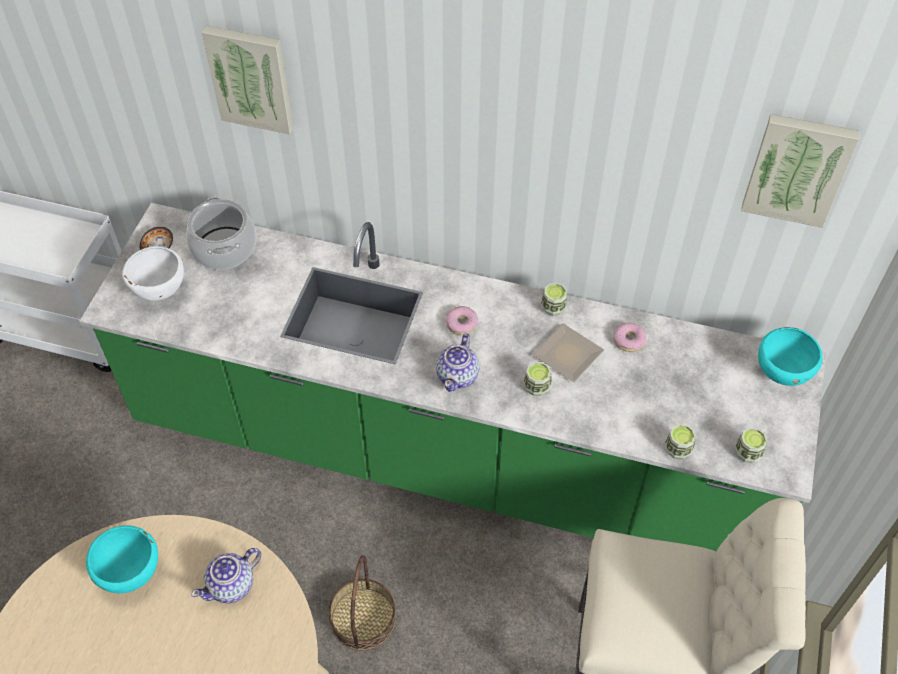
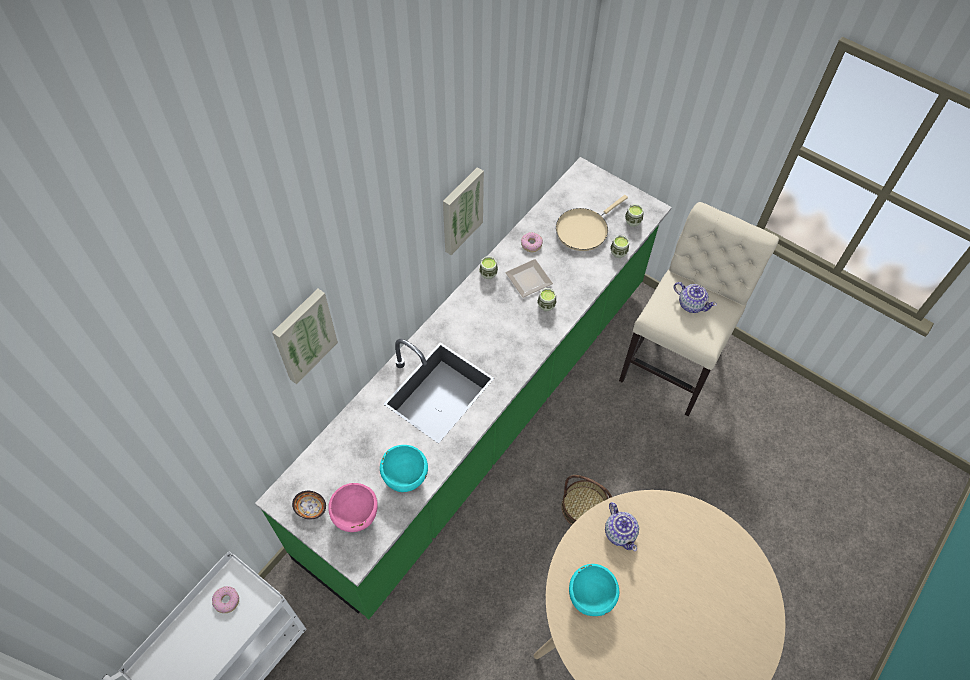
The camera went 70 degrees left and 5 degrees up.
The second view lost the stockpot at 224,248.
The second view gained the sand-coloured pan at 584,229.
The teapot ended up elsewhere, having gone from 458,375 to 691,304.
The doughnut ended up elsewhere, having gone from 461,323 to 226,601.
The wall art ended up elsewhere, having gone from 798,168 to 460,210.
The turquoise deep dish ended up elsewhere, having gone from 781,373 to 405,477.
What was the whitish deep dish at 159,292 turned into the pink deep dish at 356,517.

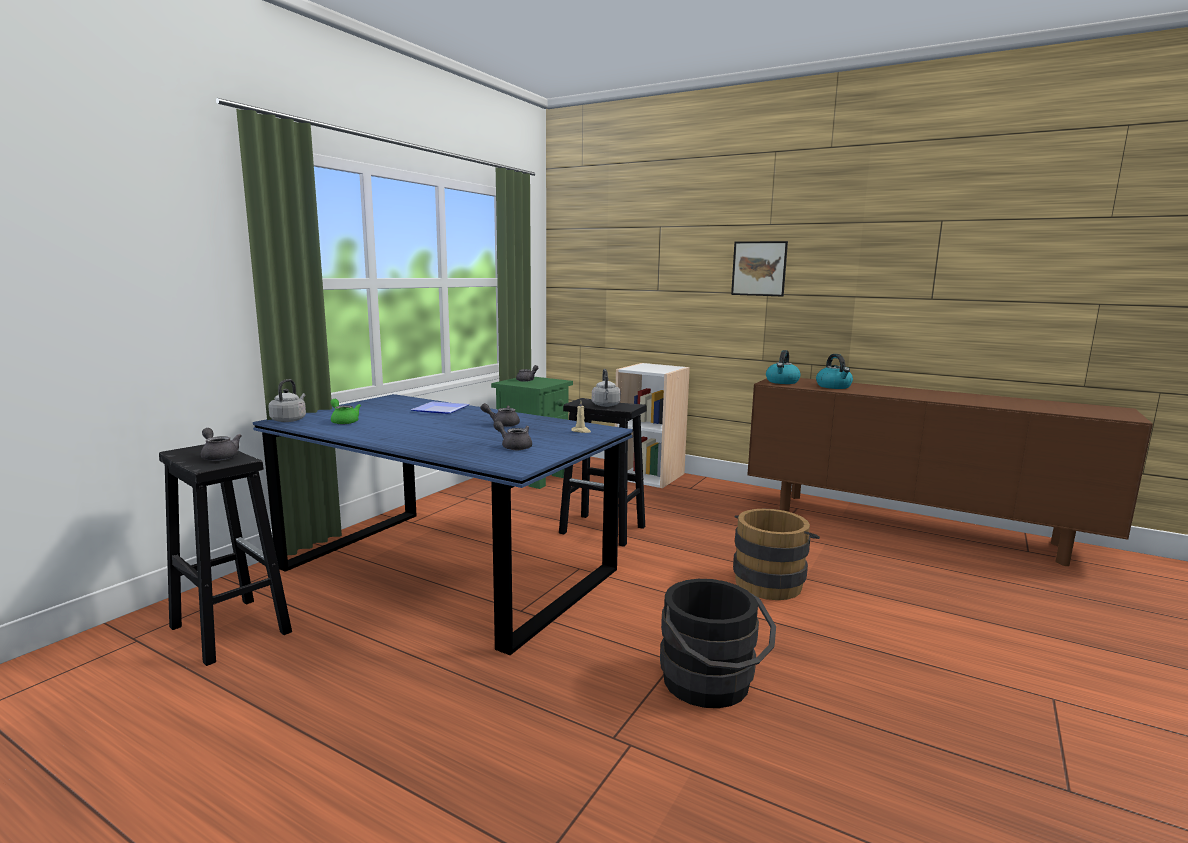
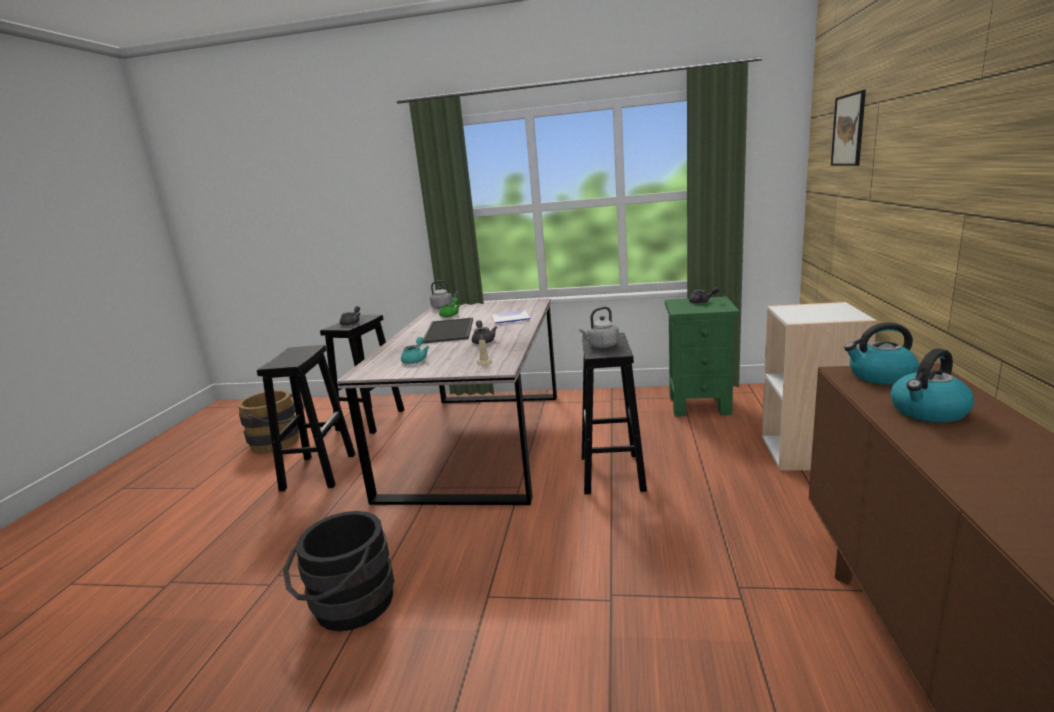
The camera went 70 degrees right and 5 degrees up.
The second view gained the black-coloured stool at 319,471.
The second view gained the tray at 448,330.
The wall art ended up elsewhere, having gone from 759,268 to 848,130.
The brown bucket ended up elsewhere, having gone from 770,581 to 279,442.
What was the blue dining table at 446,569 turned into the grey dining table at 477,441.
What was the grey teapot at 514,446 turned into the turquoise teapot at 416,360.

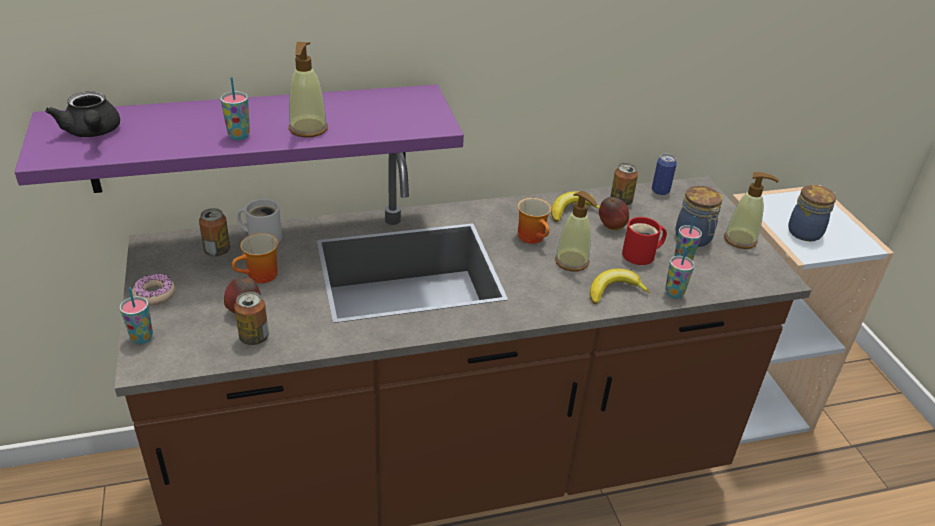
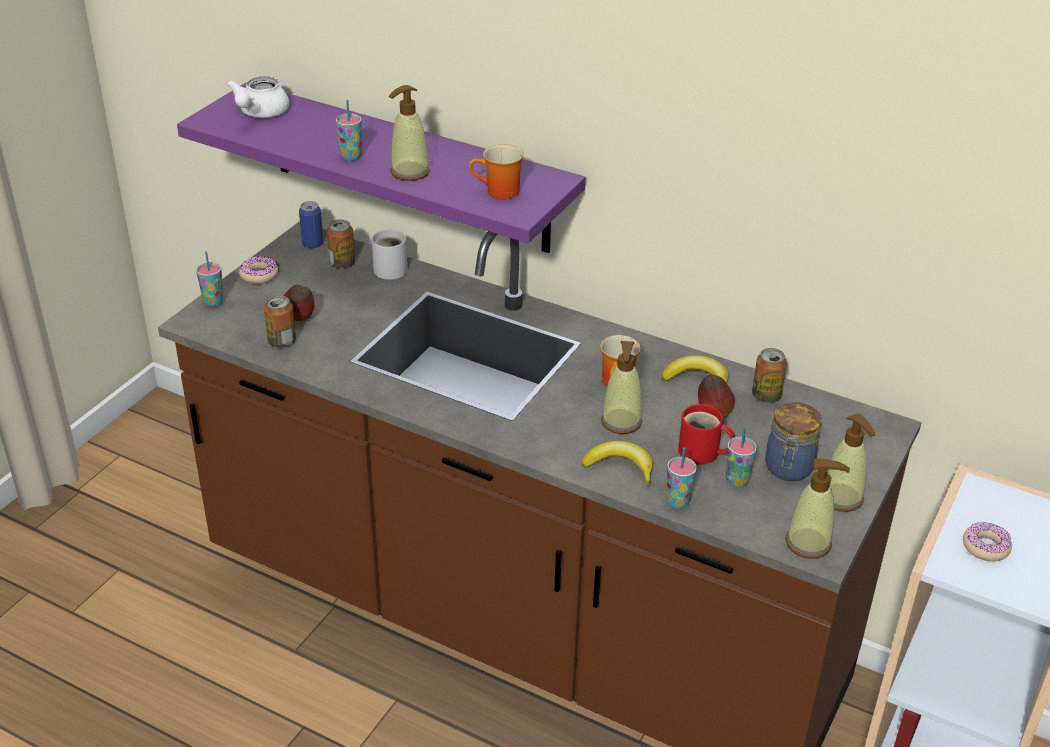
The camera went 45 degrees right and 0 degrees up.
The second view gained the liquid soap bottle at 808,543.
The tea mug ended up elsewhere, having gone from 261,277 to 499,193.
The sealed can ended up elsewhere, having gone from 660,191 to 312,244.
Where the jar stood at 806,232, the doughnut came to stand at 985,547.
What was the black-coloured teapot at 92,132 turned into the whitish teapot at 259,113.

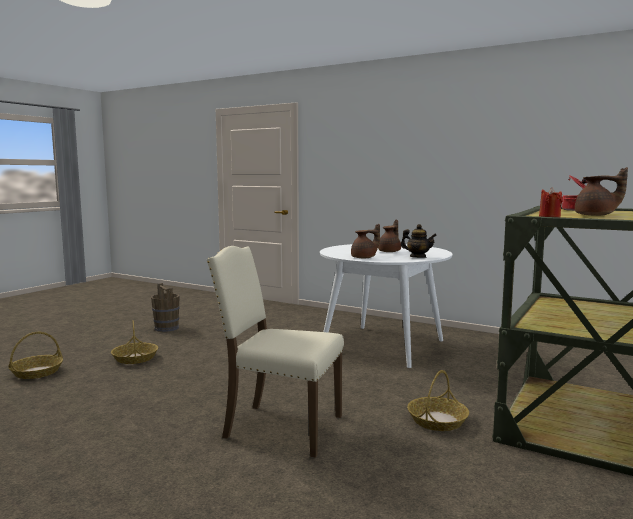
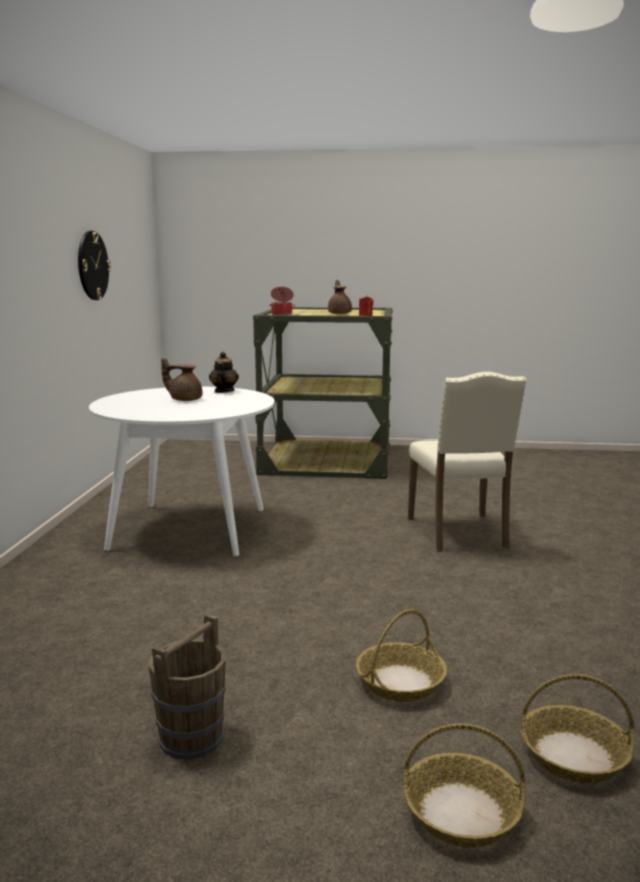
The camera went 115 degrees left and 5 degrees up.
The second view lost the brown teapot at 364,258.
The second view gained the clock on the wall at 92,265.
The household basket ended up elsewhere, having gone from 437,420 to 460,813.

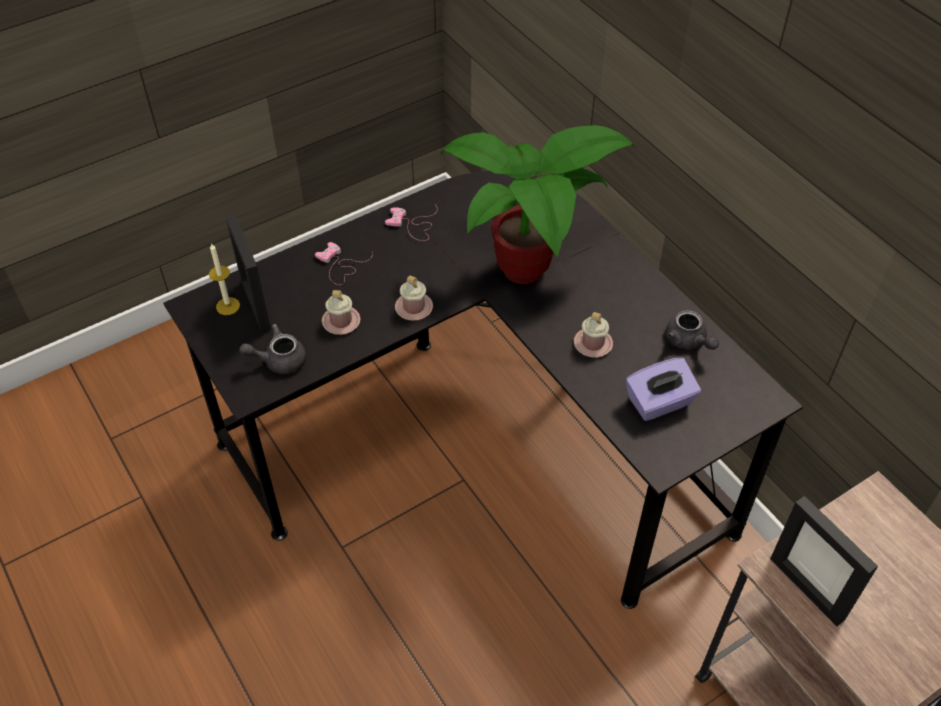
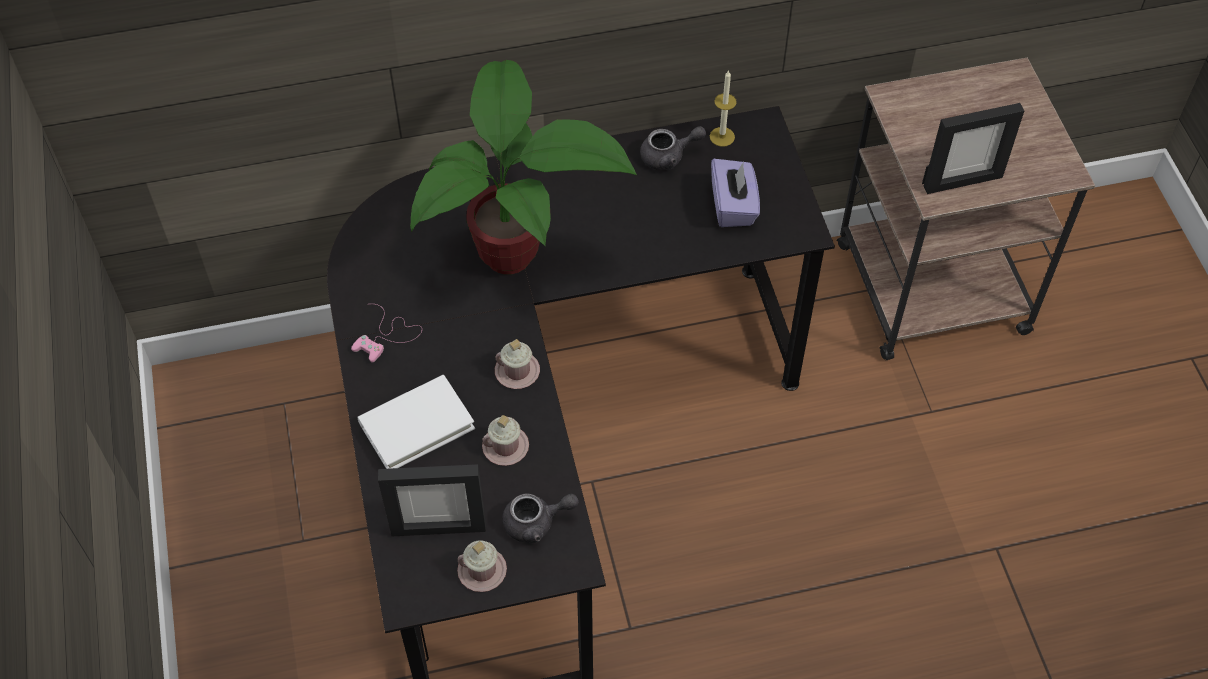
The camera went 70 degrees left and 5 degrees up.
The wax light ended up elsewhere, having gone from 228,306 to 722,137.
The pink tea mug ended up elsewhere, having gone from 593,344 to 482,570.
Where the pink game controller stood at 340,265, the whitish volume came to stand at 416,426.
The grey teapot at 279,360 ended up facing another way, 105 degrees counterclockwise from before.

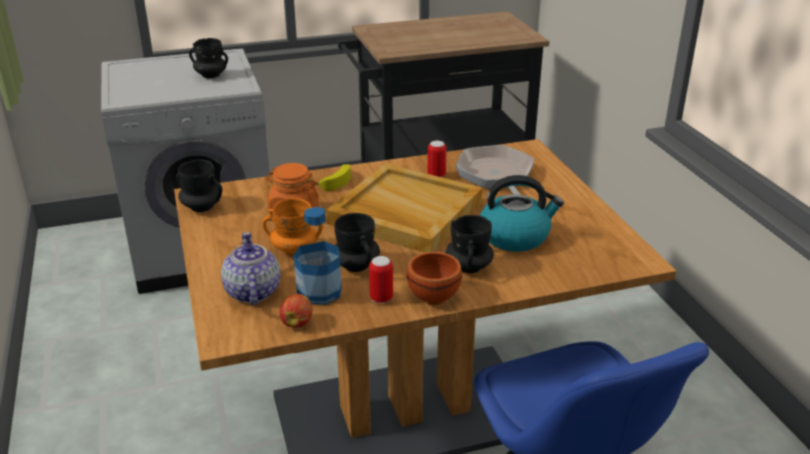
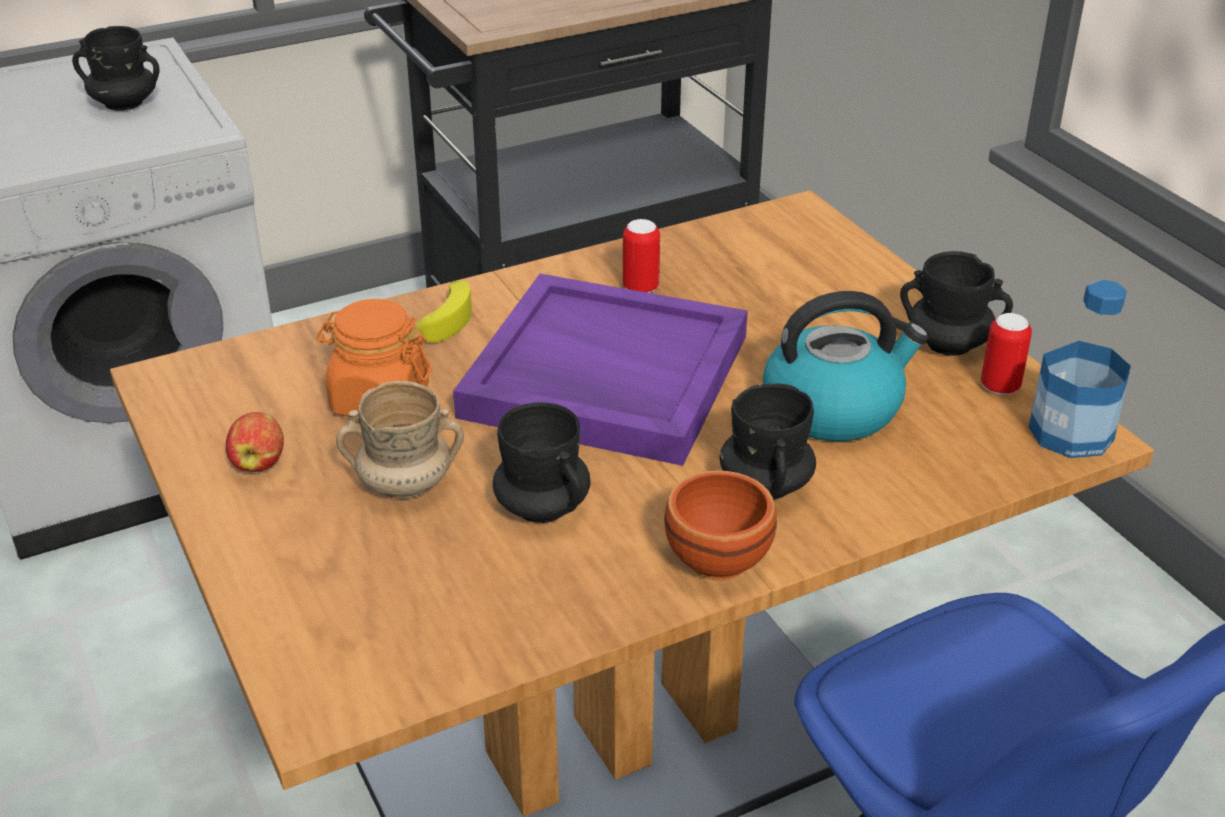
The camera went 10 degrees left and 5 degrees up.
The second view lost the teapot at 252,292.
The second view lost the pan at 496,176.
The black-coloured tea mug ended up elsewhere, having gone from 202,207 to 949,344.
The whole apple ended up elsewhere, having gone from 297,323 to 259,463.
The bottle ended up elsewhere, having gone from 319,291 to 1071,433.
The sealed can ended up elsewhere, having gone from 381,298 to 1000,386.
What was the orangey tea mug at 294,249 turned into the sand-coloured tea mug at 404,485.
What was the sand-coloured tray at 404,212 turned into the purplish tray at 603,376.

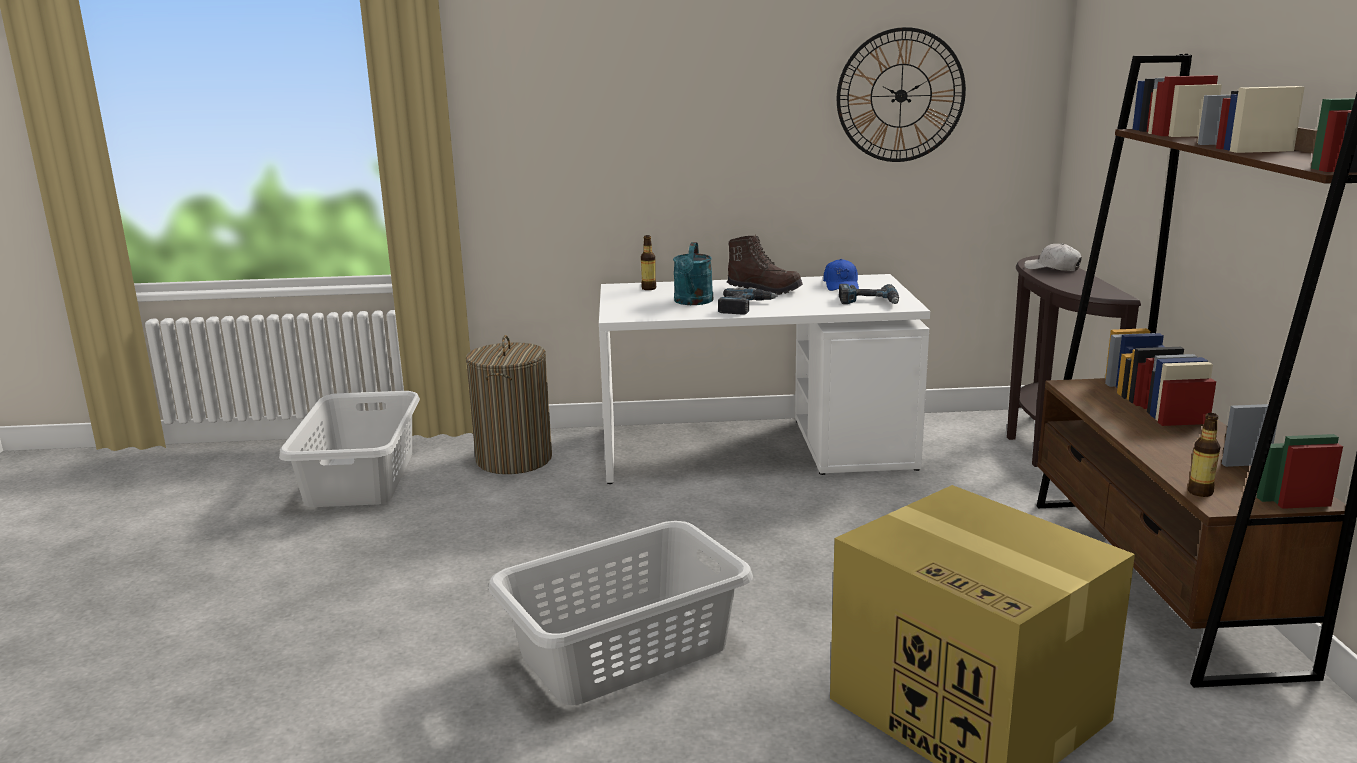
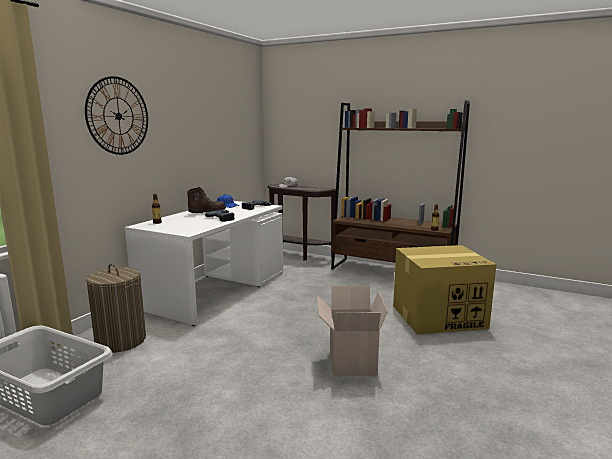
The camera went 60 degrees left and 5 degrees down.
The second view lost the turquoise watering can at 692,302.
The clock on the wall ended up elsewhere, having gone from 901,95 to 118,116.
Where the grey washing basket stood at 626,651, the carton came to stand at 350,362.

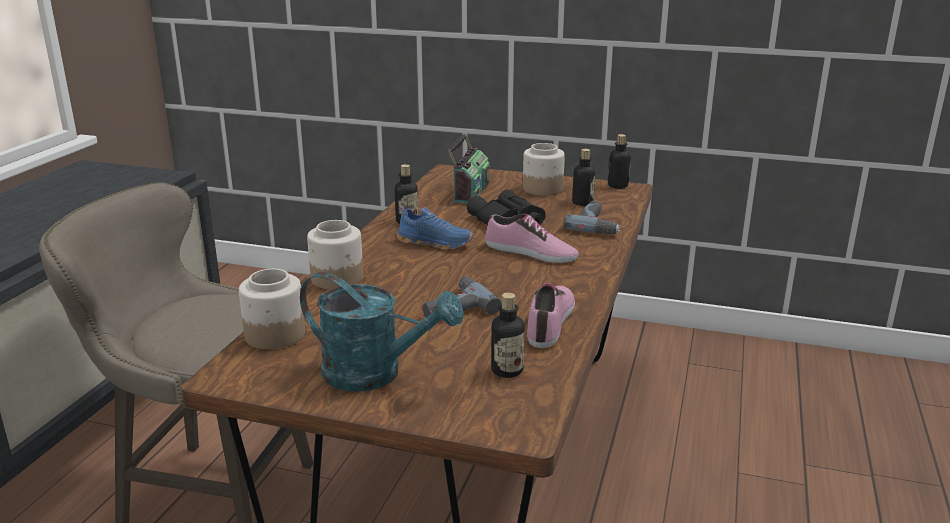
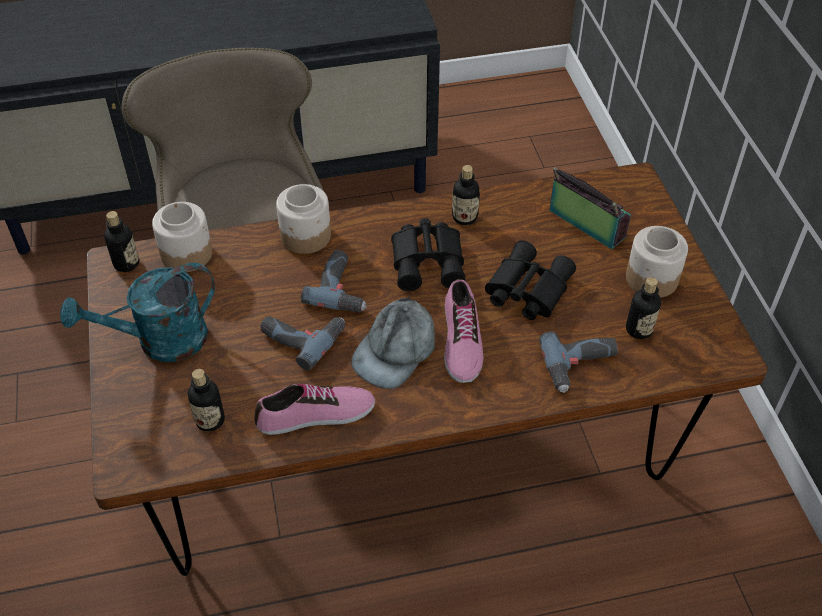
The camera went 60 degrees right and 25 degrees up.
The second view gained the electric drill at 342,288.
The second view gained the grey cap at 395,350.
The bottle ended up elsewhere, having gone from 618,186 to 126,263.
Where the blue low shoe stood at 435,243, the black-coloured binoculars came to stand at 429,261.
The turquoise watering can at 375,374 ended up facing another way, 75 degrees clockwise from before.
The radio at 469,192 ended up facing another way, 120 degrees counterclockwise from before.

